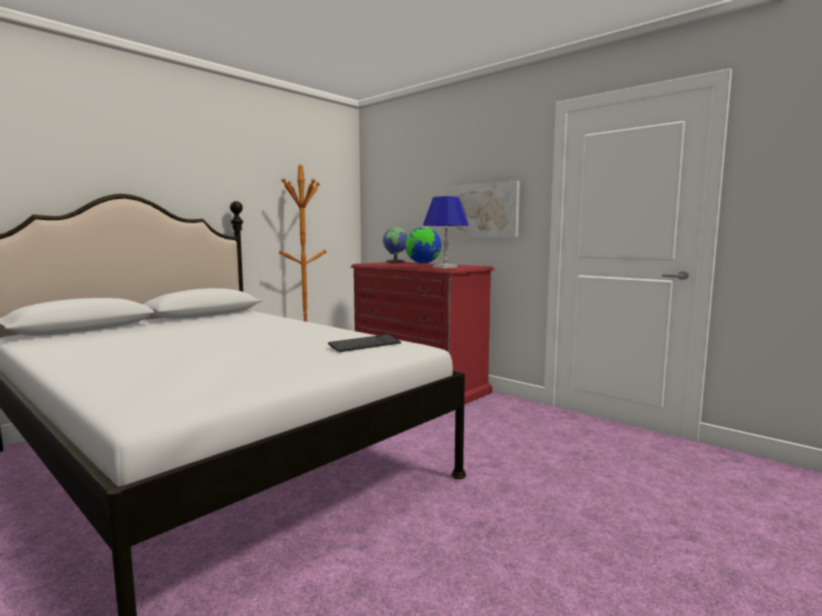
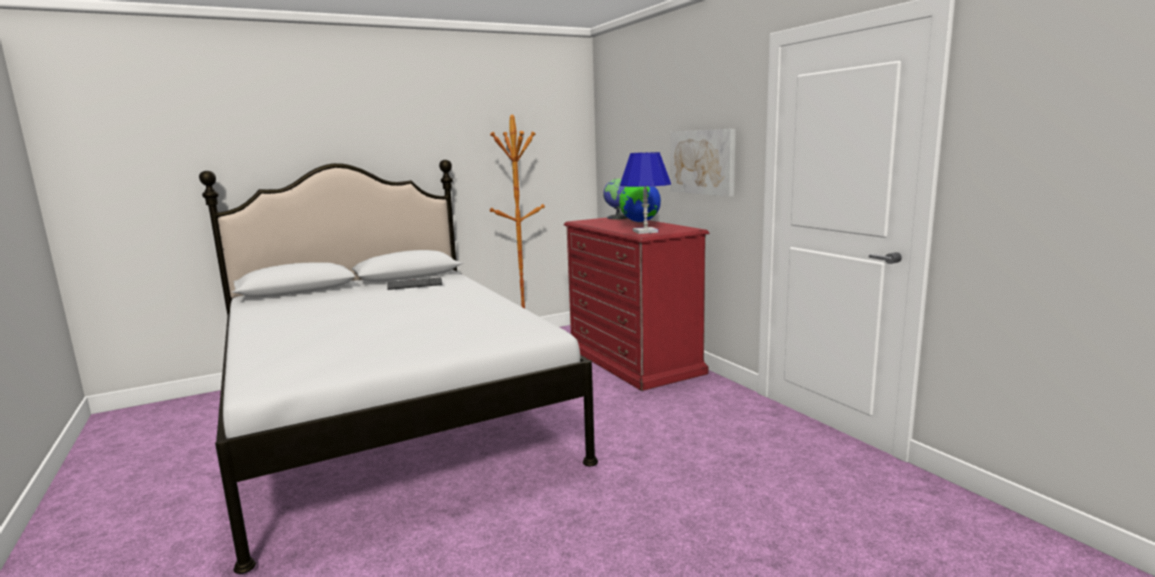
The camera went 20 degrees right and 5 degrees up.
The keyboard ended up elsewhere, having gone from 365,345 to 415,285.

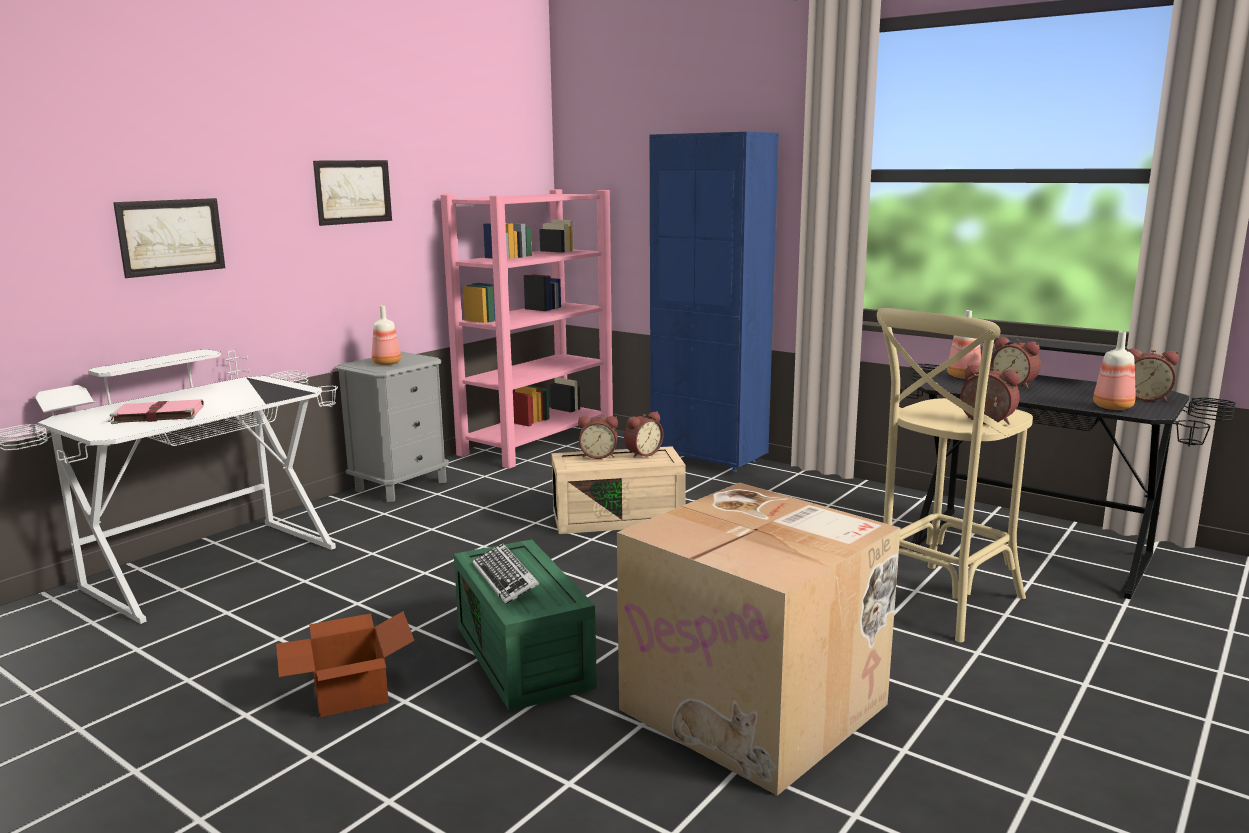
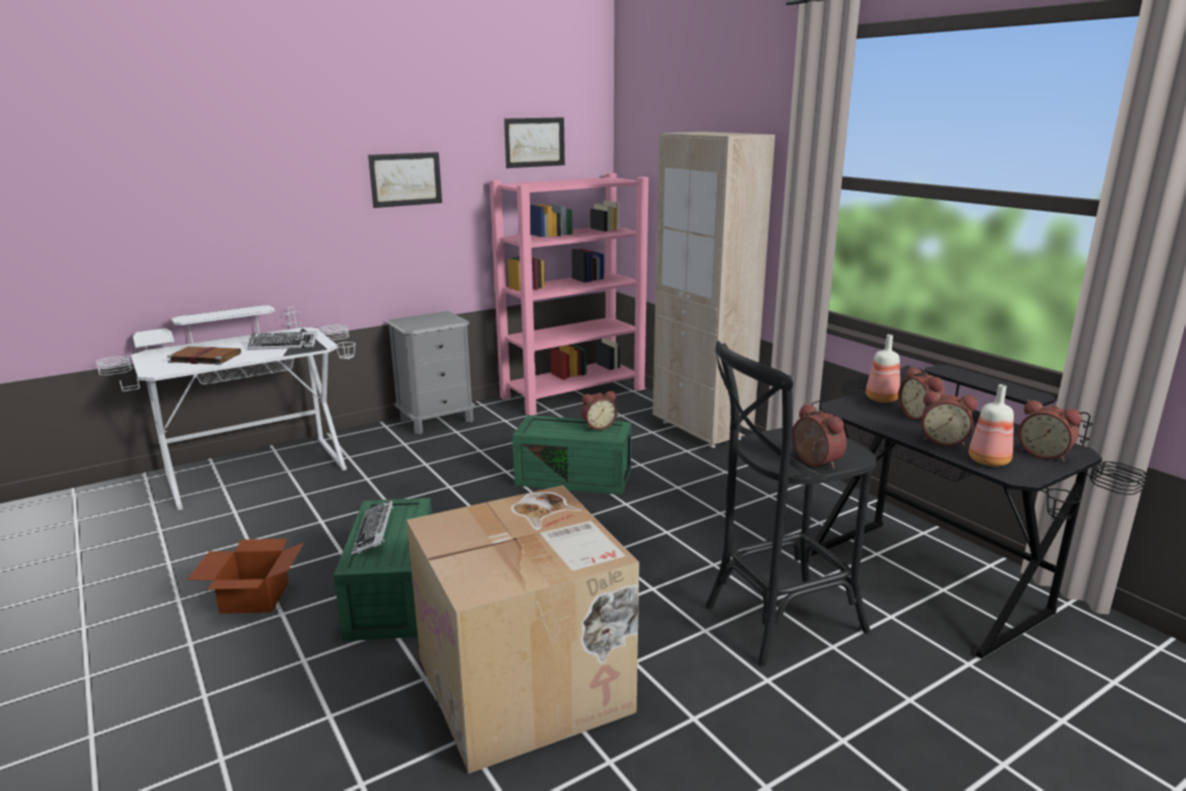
The camera went 20 degrees right and 5 degrees up.
The second view lost the bottle at 387,363.
The second view gained the keyboard at 283,345.
The wall art ended up elsewhere, having gone from 171,236 to 534,142.
The bedside clock ended up elsewhere, having gone from 598,455 to 943,440.
What was the pink volume at 157,415 turned into the brown volume at 204,358.
What was the sand-coloured storage box at 619,517 turned into the green storage box at 575,477.
What was the blue cabinet at 709,459 turned into the sand-coloured cabinet at 701,431.
What was the sand-coloured stool at 938,603 turned into the black-coloured stool at 777,620.

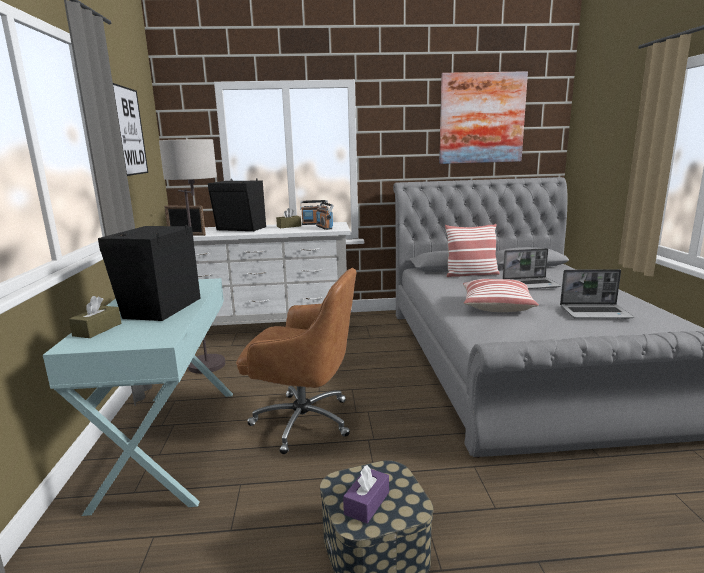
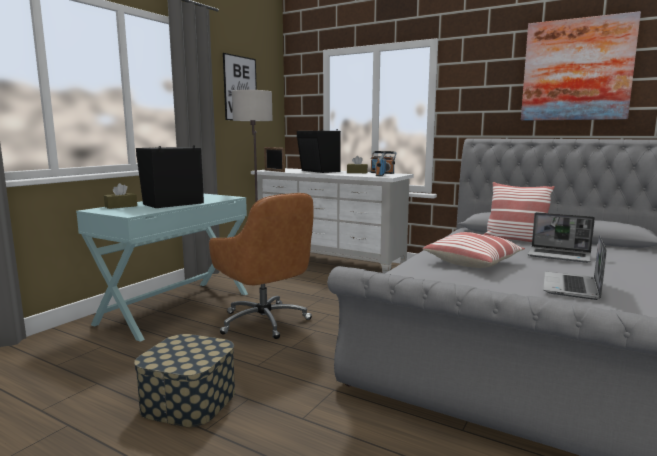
The camera went 35 degrees right and 5 degrees down.
The second view lost the purplish box of tissues at 367,503.
The portable computer at 595,313 ended up facing another way, 75 degrees clockwise from before.

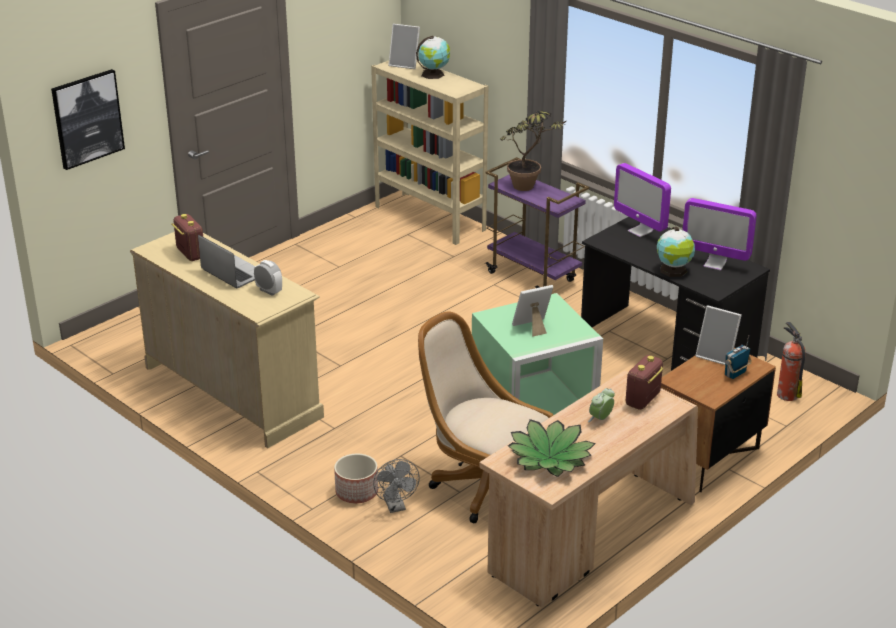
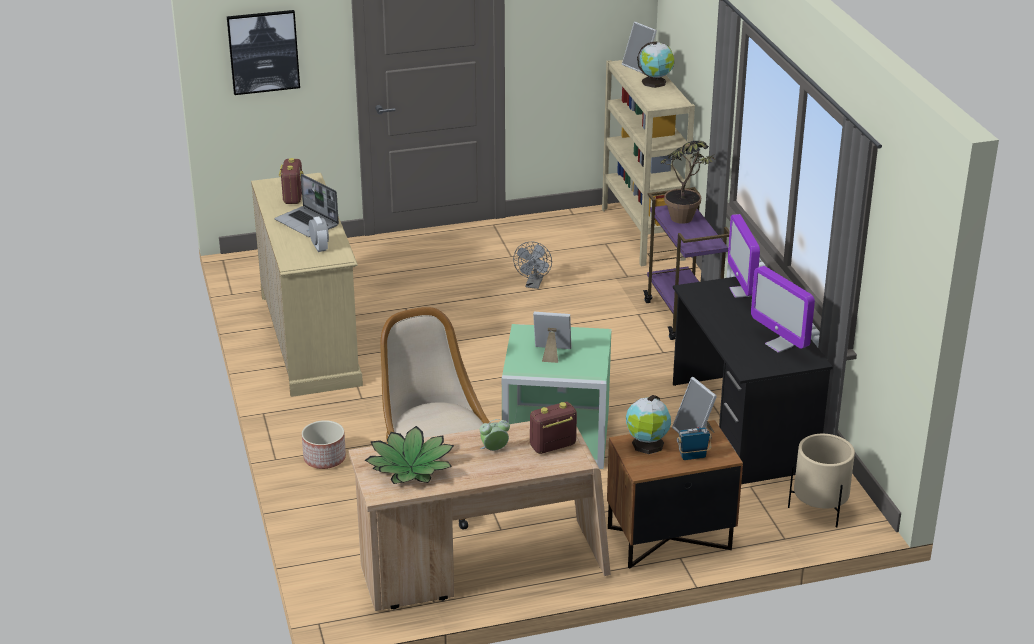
The camera went 30 degrees right and 0 degrees up.
The grey fan ended up elsewhere, having gone from 396,506 to 533,285.
The world globe ended up elsewhere, having gone from 673,271 to 647,445.
Where the fire-fighting cylinder stood at 786,394, the sand-coloured plant pot came to stand at 819,509.
The portable computer at 232,273 ended up facing another way, 150 degrees clockwise from before.

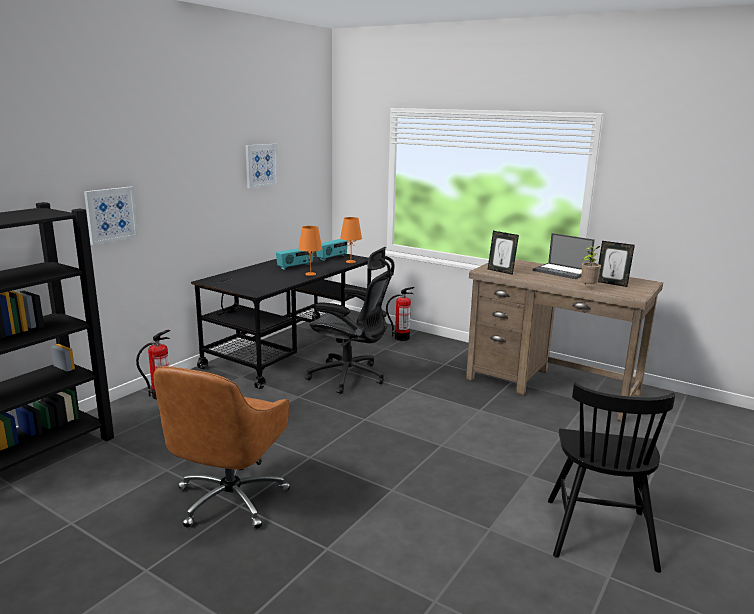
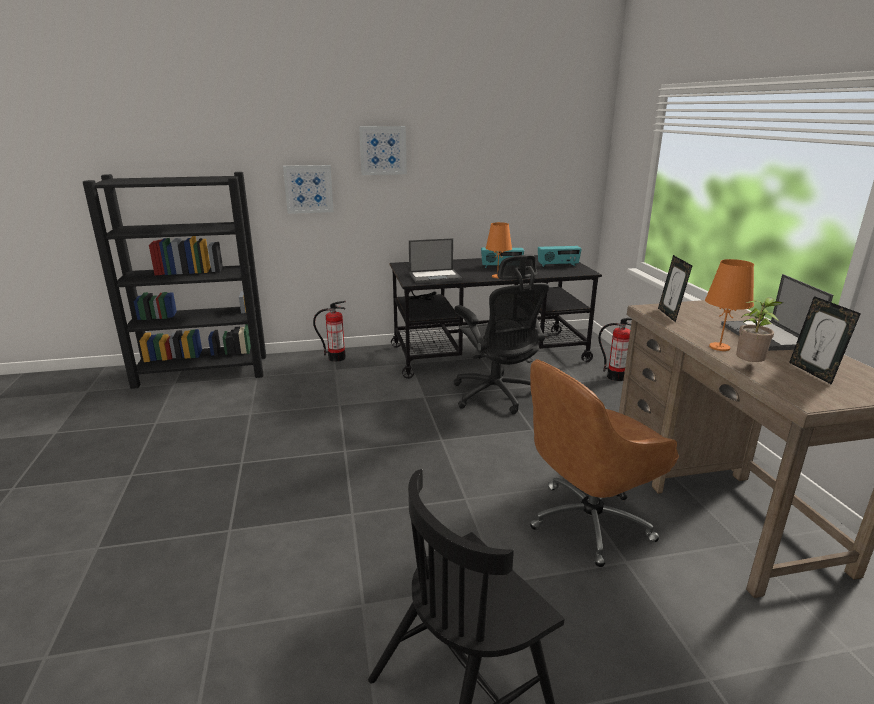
The camera went 45 degrees right and 5 degrees up.
The second view gained the portable computer at 435,276.
The brown desk chair ended up elsewhere, having gone from 230,499 to 588,521.
The wall art ended up elsewhere, having gone from 261,165 to 383,150.
The orangey table lamp ended up elsewhere, having gone from 350,262 to 719,347.

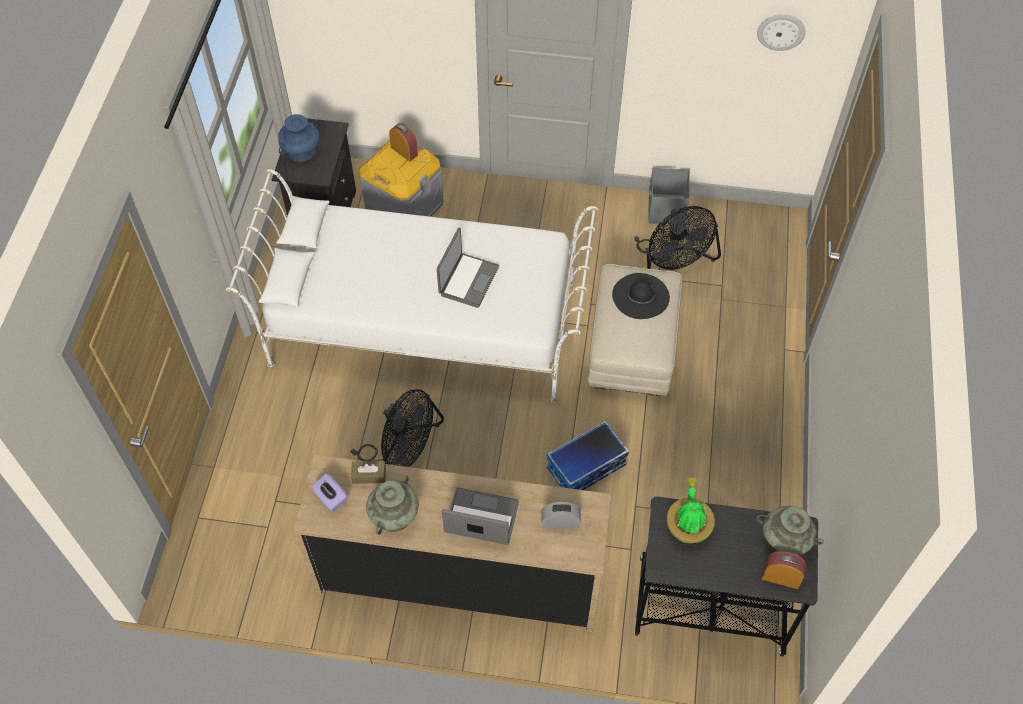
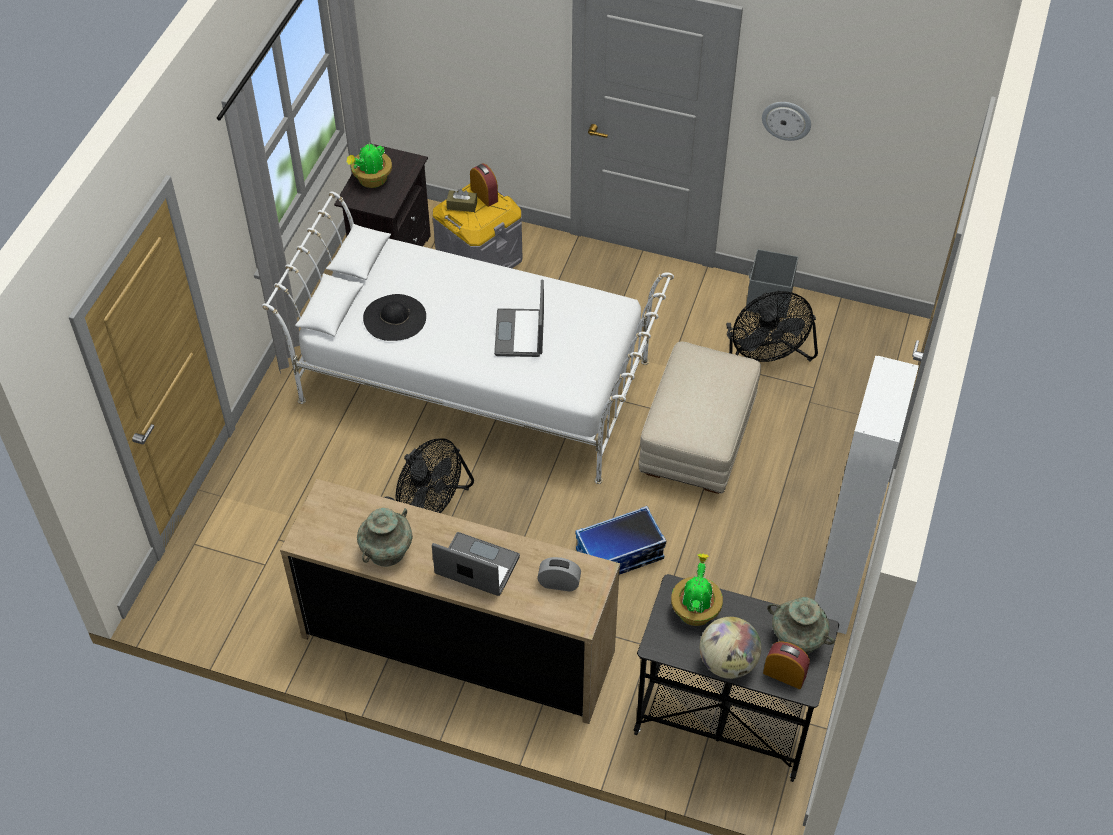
The camera went 10 degrees right and 5 degrees down.
The second view lost the purplish box of tissues at 330,498.
The second view gained the world globe at 727,663.
The second view gained the whitish wardrobe at 836,593.
The brown box of tissues ended up elsewhere, having gone from 369,475 to 462,205.
The black-coloured wearable hat ended up elsewhere, having gone from 640,296 to 394,318.
The clock on the wall ended up elsewhere, having gone from 781,31 to 786,120.
Where the blue flower vase stood at 301,152, the houseplant came to stand at 371,180.
The portable computer at 468,280 ended up facing another way, 150 degrees clockwise from before.

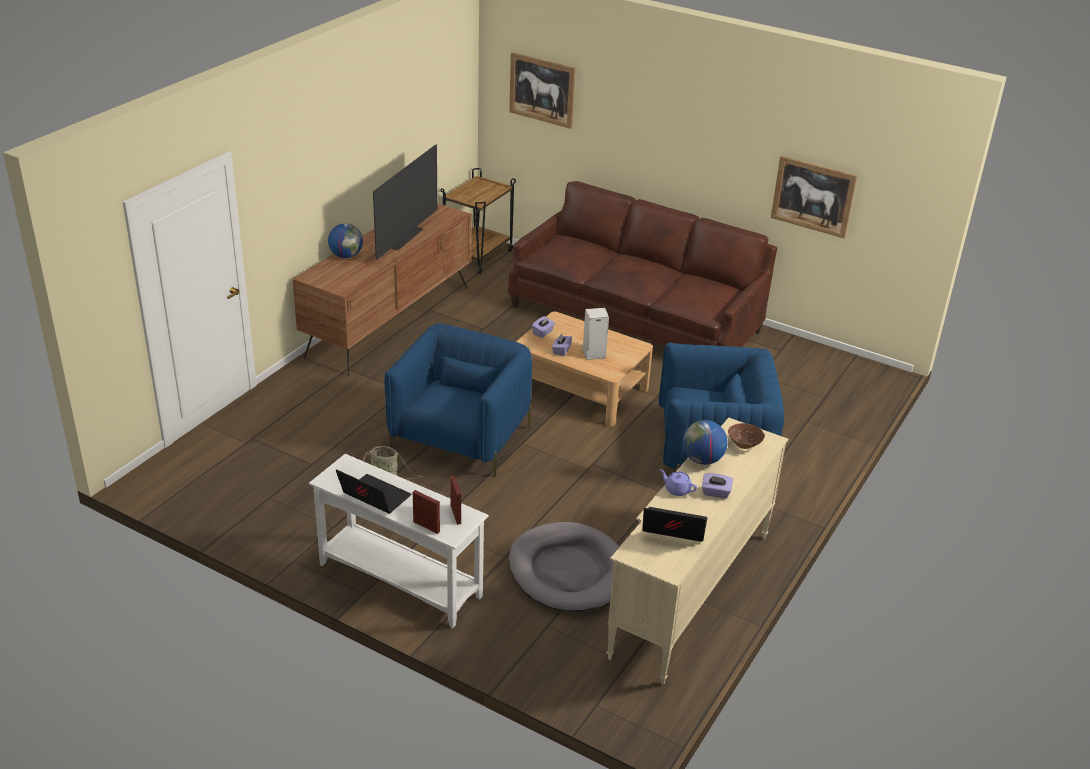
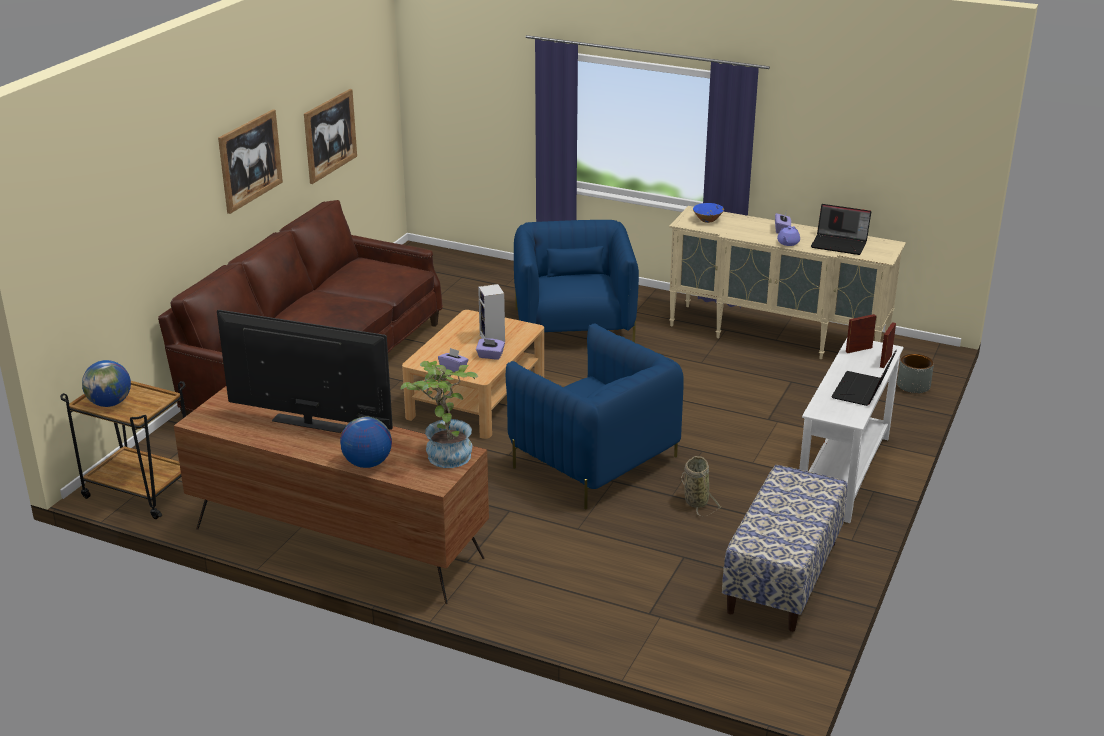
The camera went 95 degrees left and 5 degrees down.
The second view lost the grey dog cushion at 568,571.
The second view gained the houseplant at 444,453.
The second view gained the bench at 783,577.
The second view gained the grey plant pot at 913,386.
The wall art ended up elsewhere, having gone from 542,90 to 250,160.
The world globe ended up elsewhere, having gone from 702,460 to 110,403.
What was the brown deep dish at 744,444 turned into the blue deep dish at 707,220.
The blue lounge chair at 461,438 ended up facing another way, 150 degrees counterclockwise from before.
The portable computer at 673,529 ended up facing another way, 75 degrees counterclockwise from before.

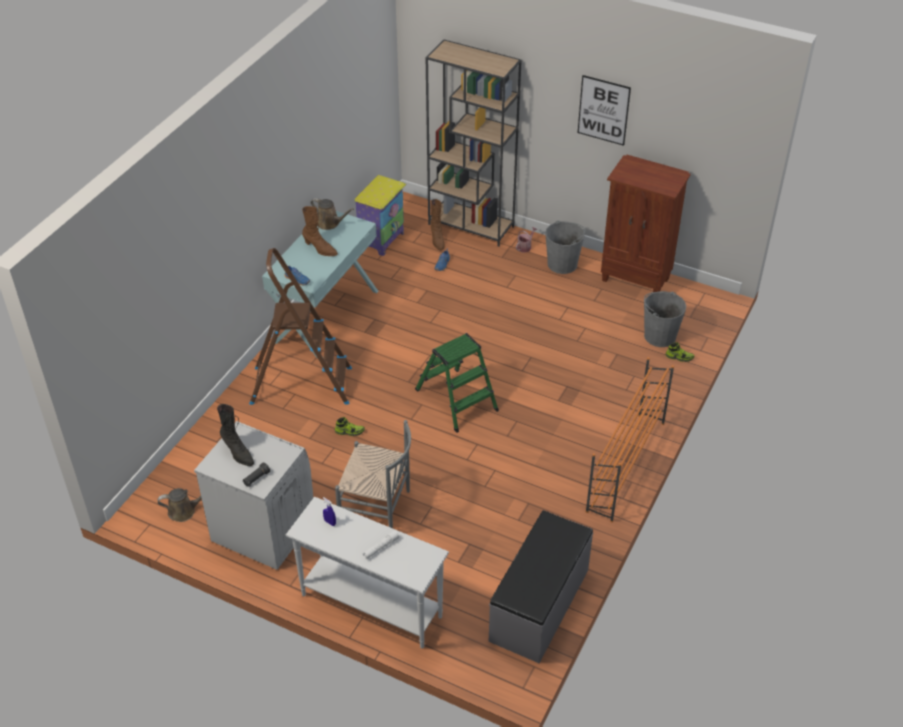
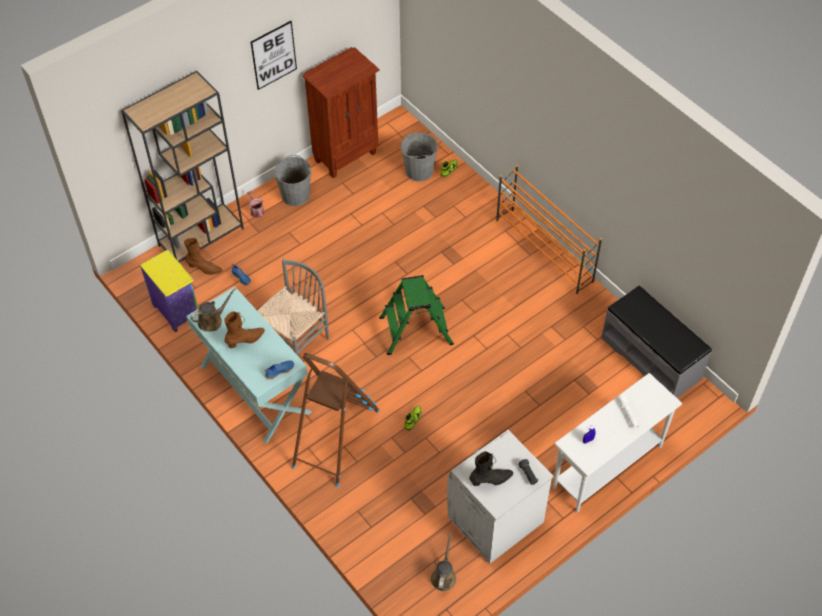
The camera went 65 degrees left and 10 degrees up.
The grey plain chair ended up elsewhere, having gone from 378,509 to 297,338.

